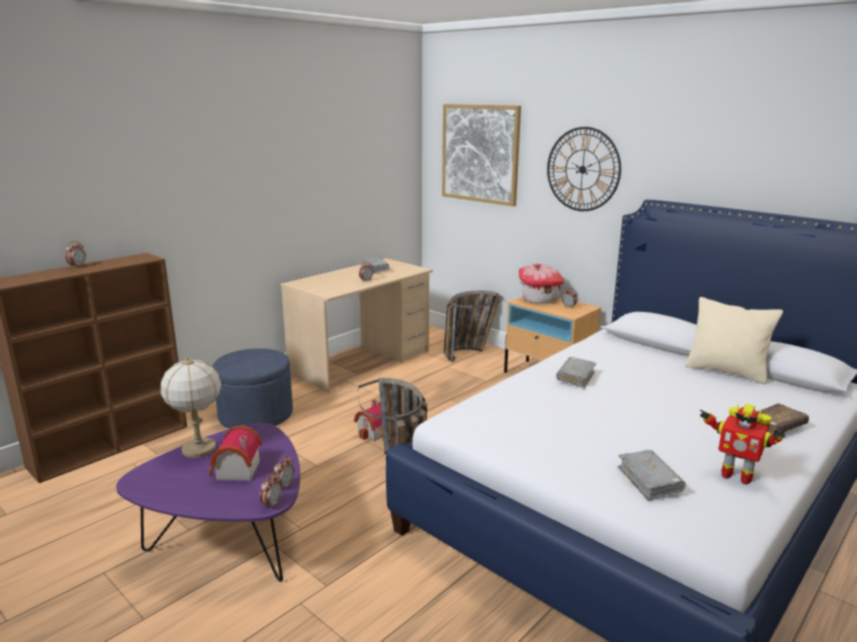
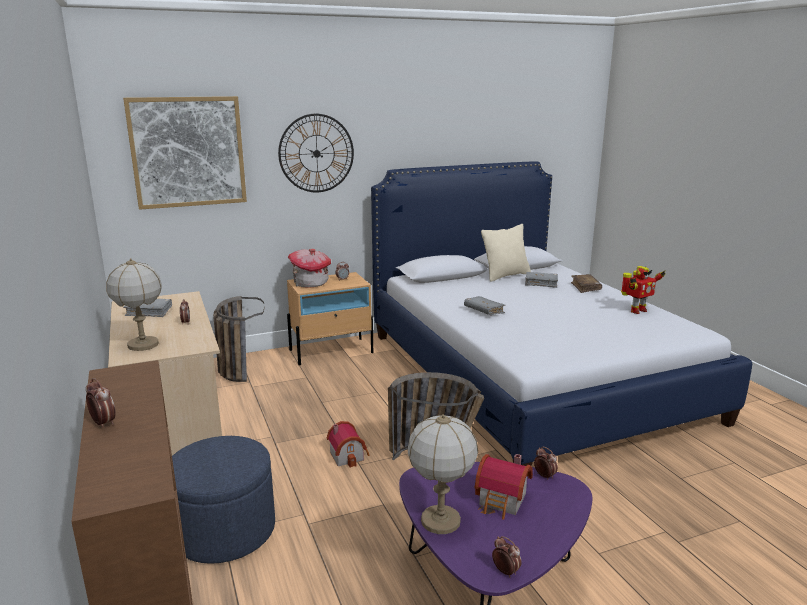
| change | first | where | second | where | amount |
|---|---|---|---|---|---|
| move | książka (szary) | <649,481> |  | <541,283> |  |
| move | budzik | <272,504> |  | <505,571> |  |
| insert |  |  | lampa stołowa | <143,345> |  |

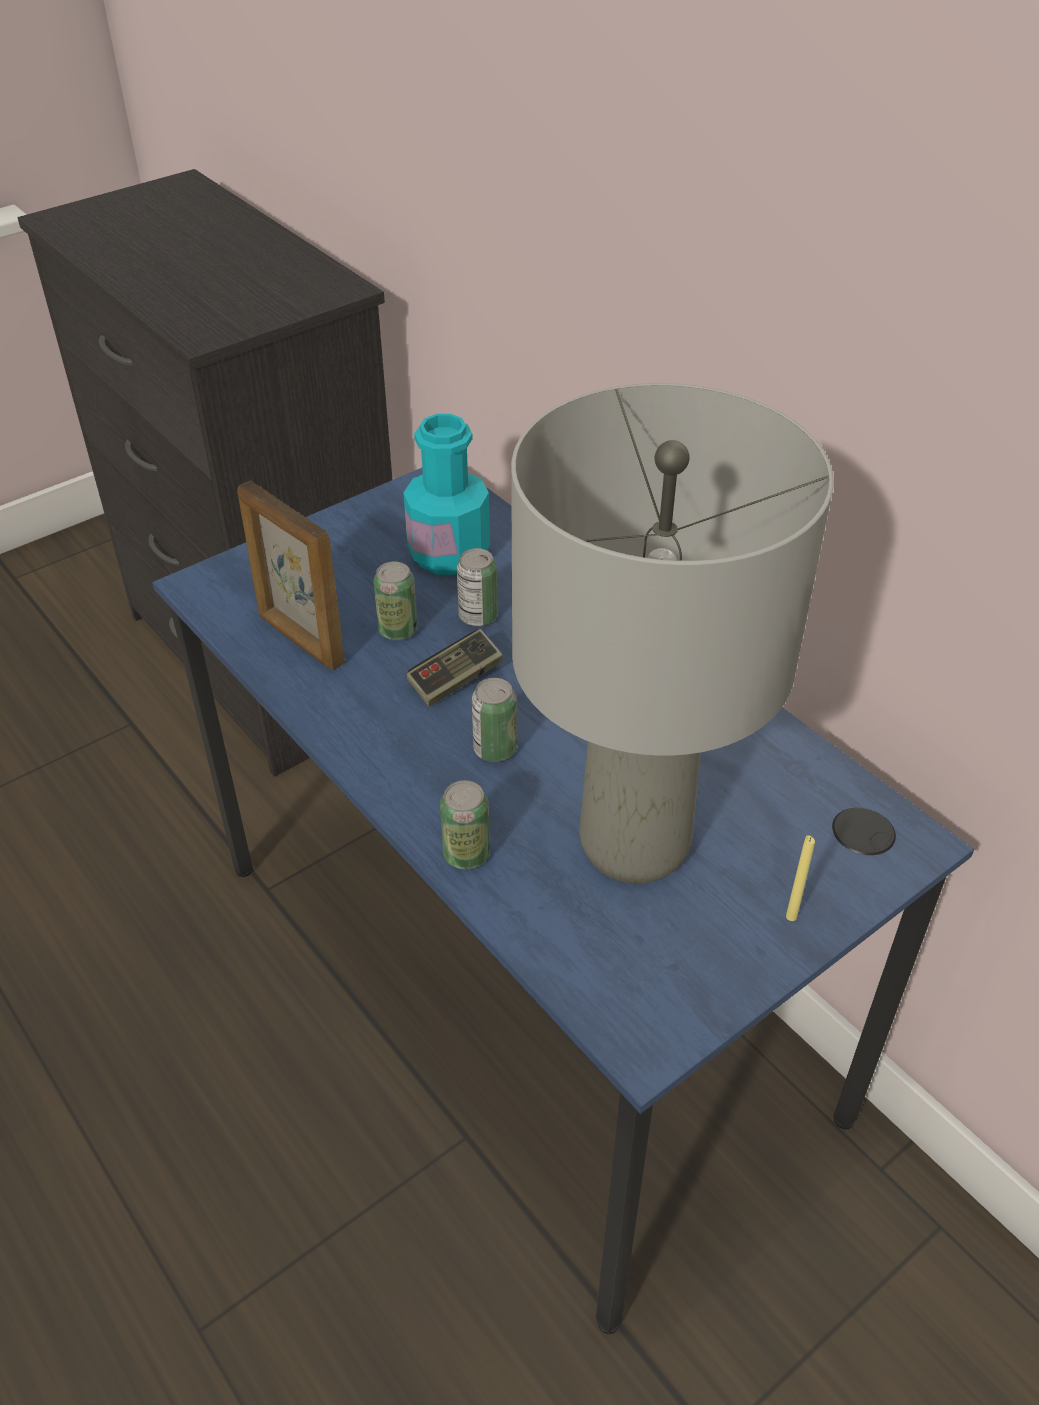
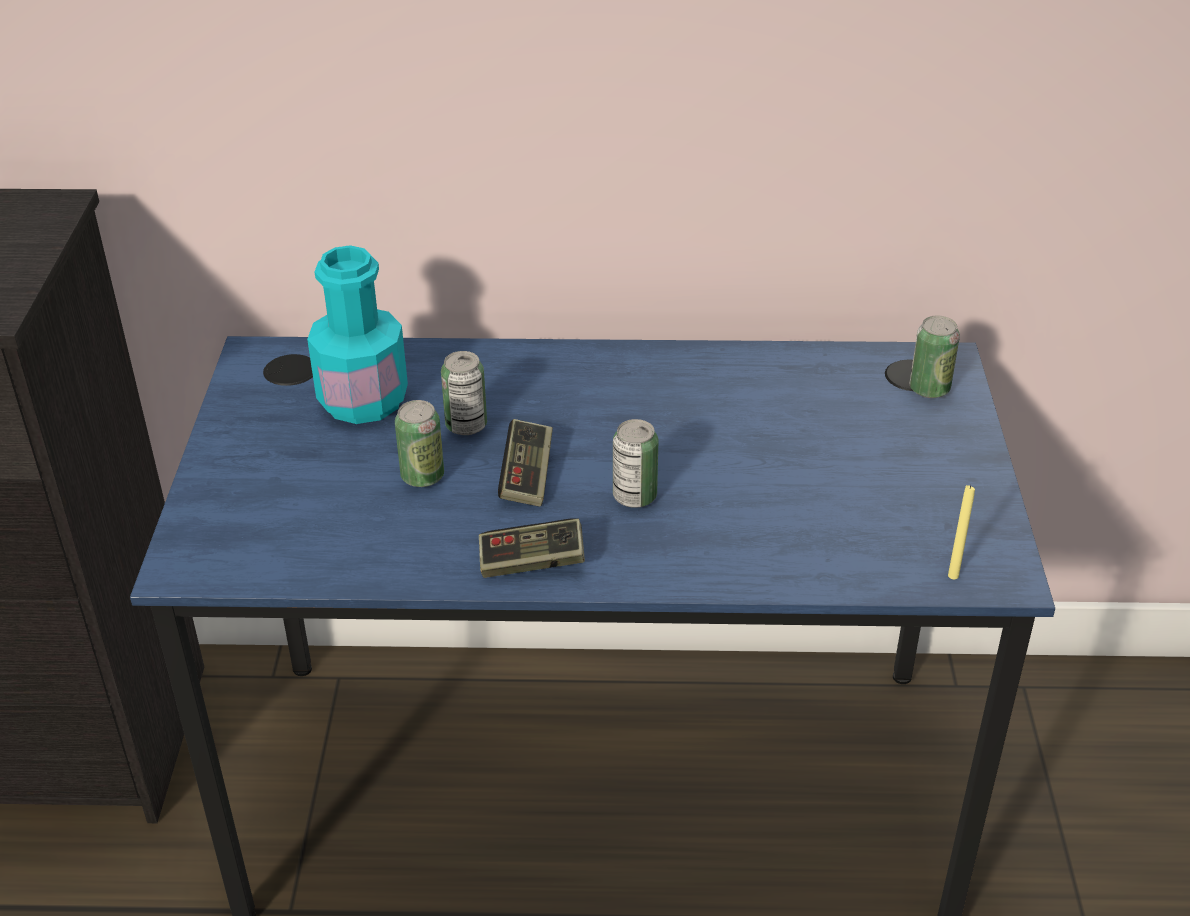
| change | first | where | second | where | amount |
|---|---|---|---|---|---|
| delete | lampa stołowa (szary) | <632,843> |  |  |  |
| delete | ramka na zdjęcie | <300,640> |  |  |  |
| move | puszka | <466,854> |  | <929,389> |  |
| move | świeca (żółty) | <791,916> |  | <953,576> |  |
| insert |  |  | pad do gier | <532,562> |  |

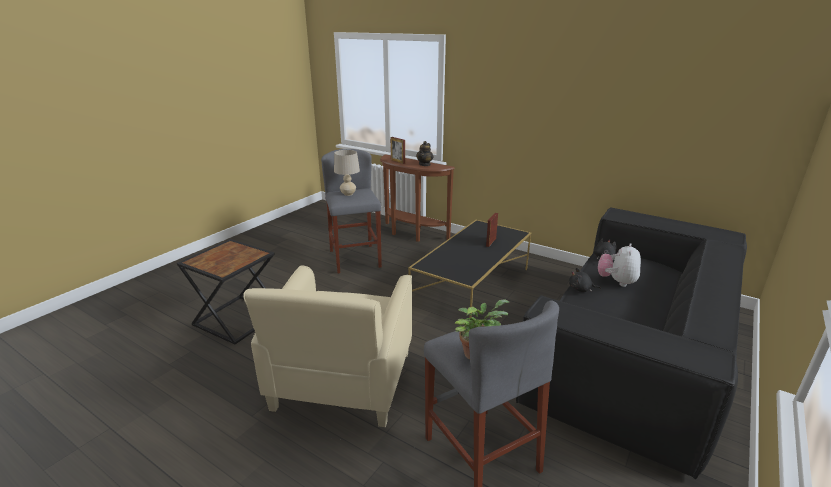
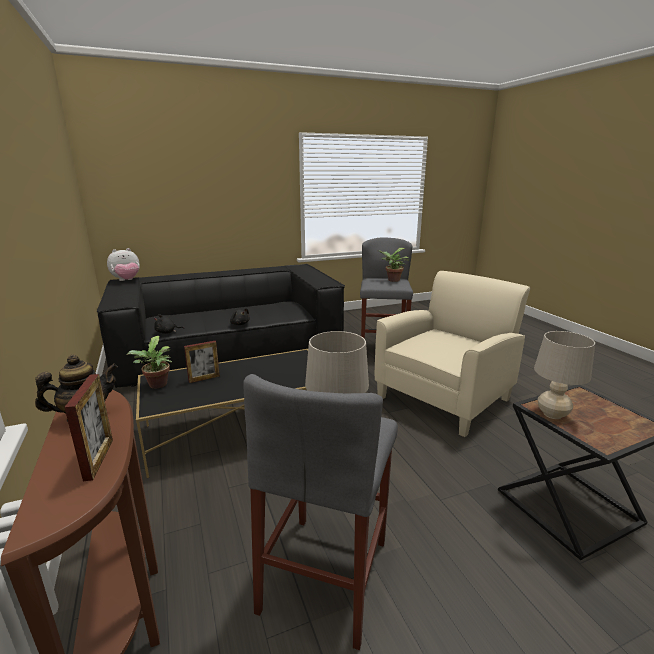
| change | first | where | second | where | amount |
|---|---|---|---|---|---|
| move | pluszak | <616,282> |  | <127,280> |  |
| insert |  |  | lampa stołowa (beżowy) | <552,414> |  |
| insert |  |  | roślina doniczkowa | <157,385> |  |

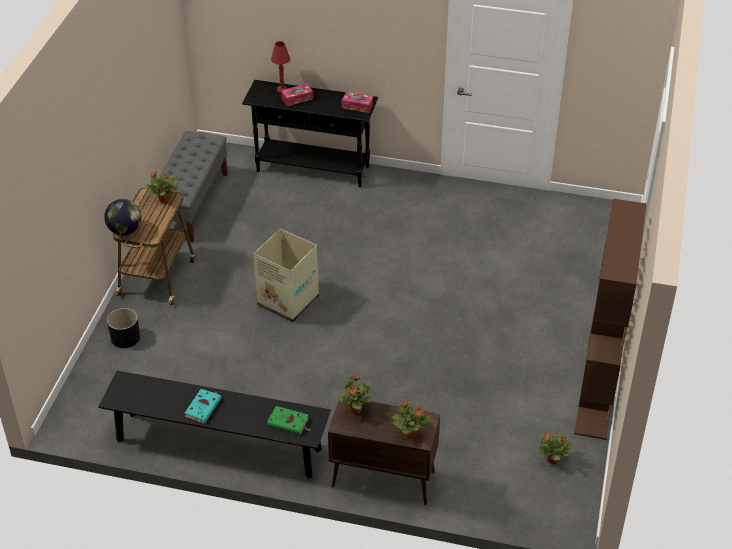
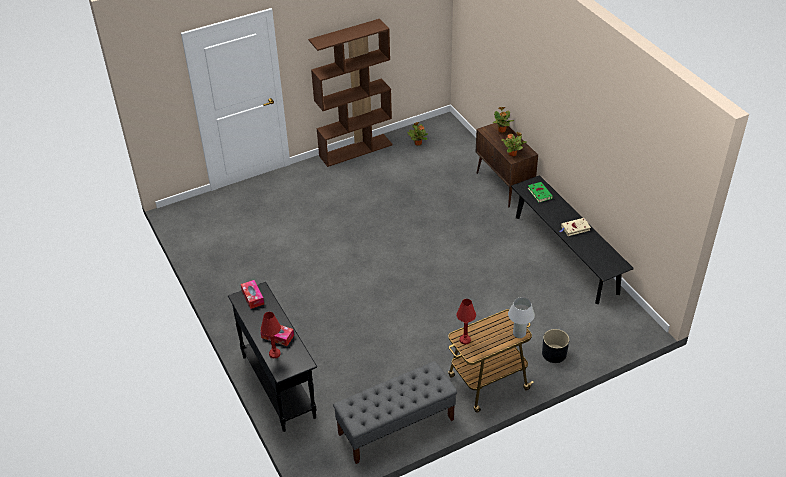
| change | first | where | second | where | amount |
|---|---|---|---|---|---|
| replace | roślina doniczkowa | <164,199> | lampa stołowa (czerwony) | <465,340> |  |
| replace | globus | <125,231> | lampa stołowa (biały) | <519,333> |  |
| delete | karton | <287,301> |  |  |  |
| recolor | książka (turkusowy) | <203,407> | książka (beżowy) | <574,228> |  |

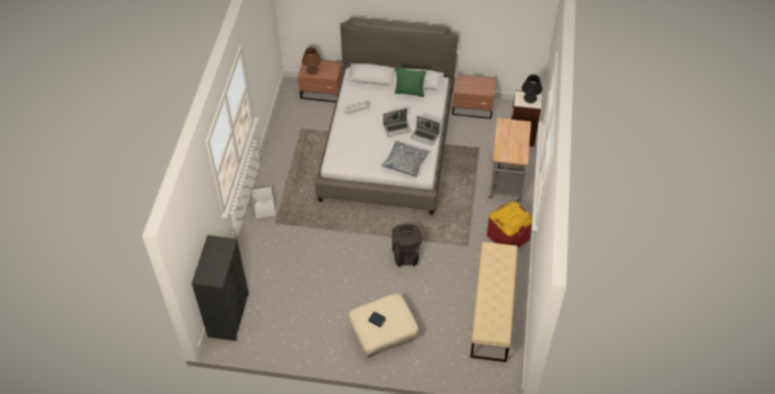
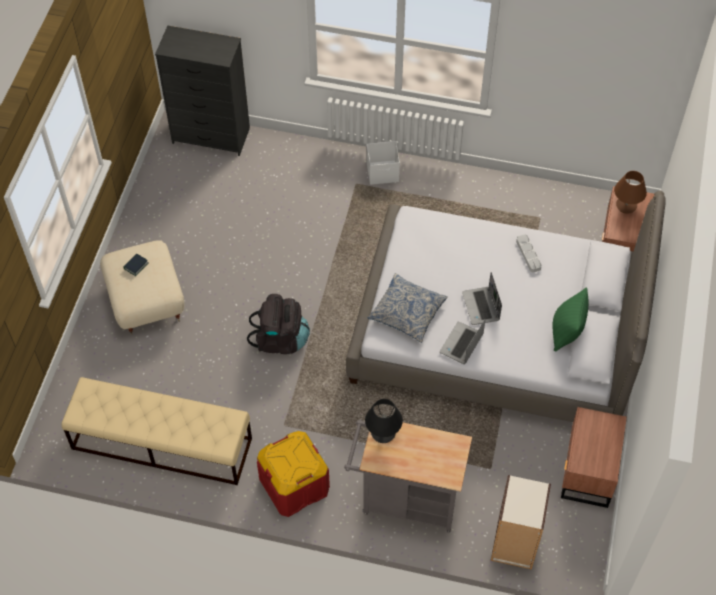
| change | first | where | second | where | amount |
|---|---|---|---|---|---|
| move | lampa stołowa (czarny) | <530,98> |  | <383,433> |  |

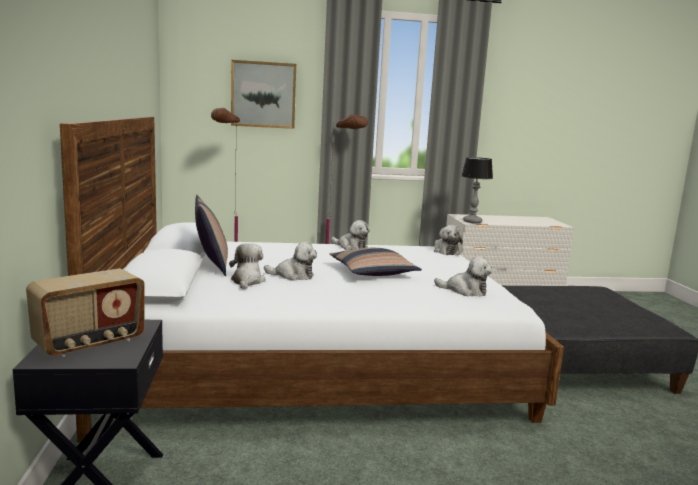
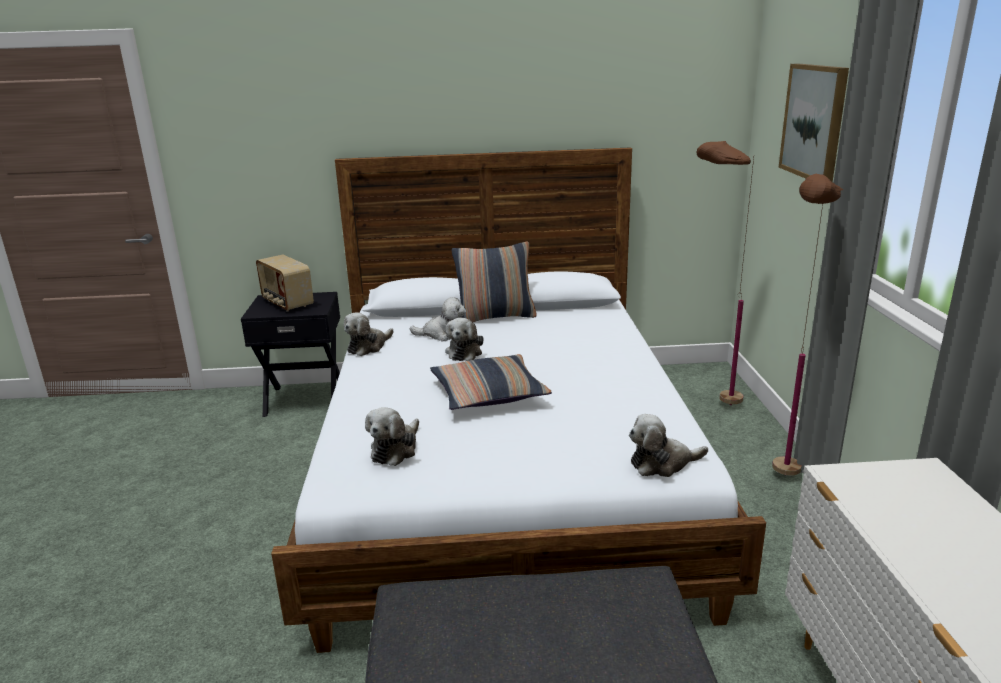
| change | first | where | second | where | amount |
|---|---|---|---|---|---|
| delete | lampa stołowa | <472,222> |  |  |  |
| move | pluszak | <351,247> |  | <368,347> |  |

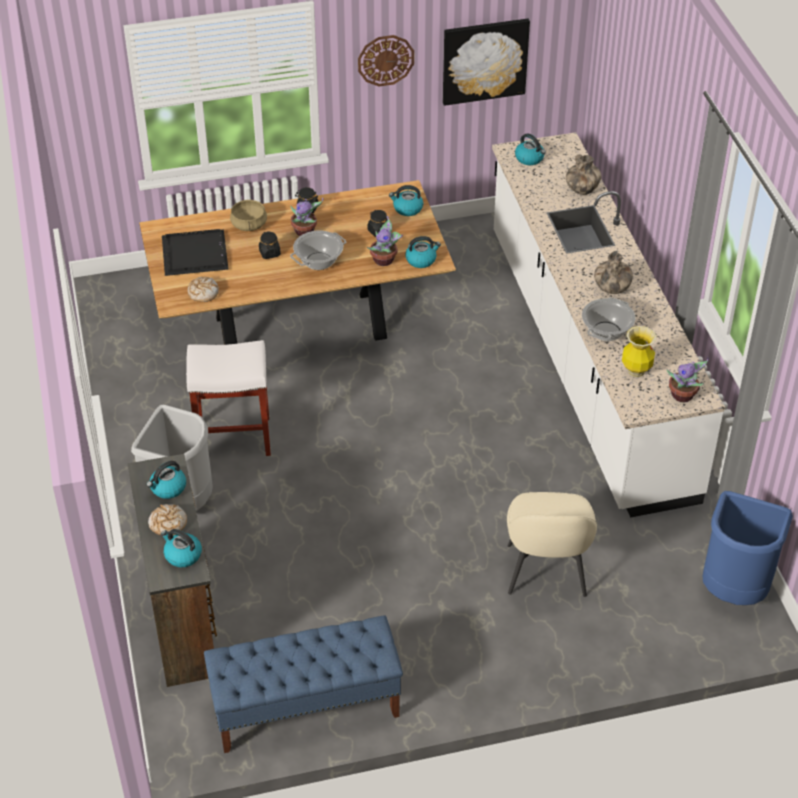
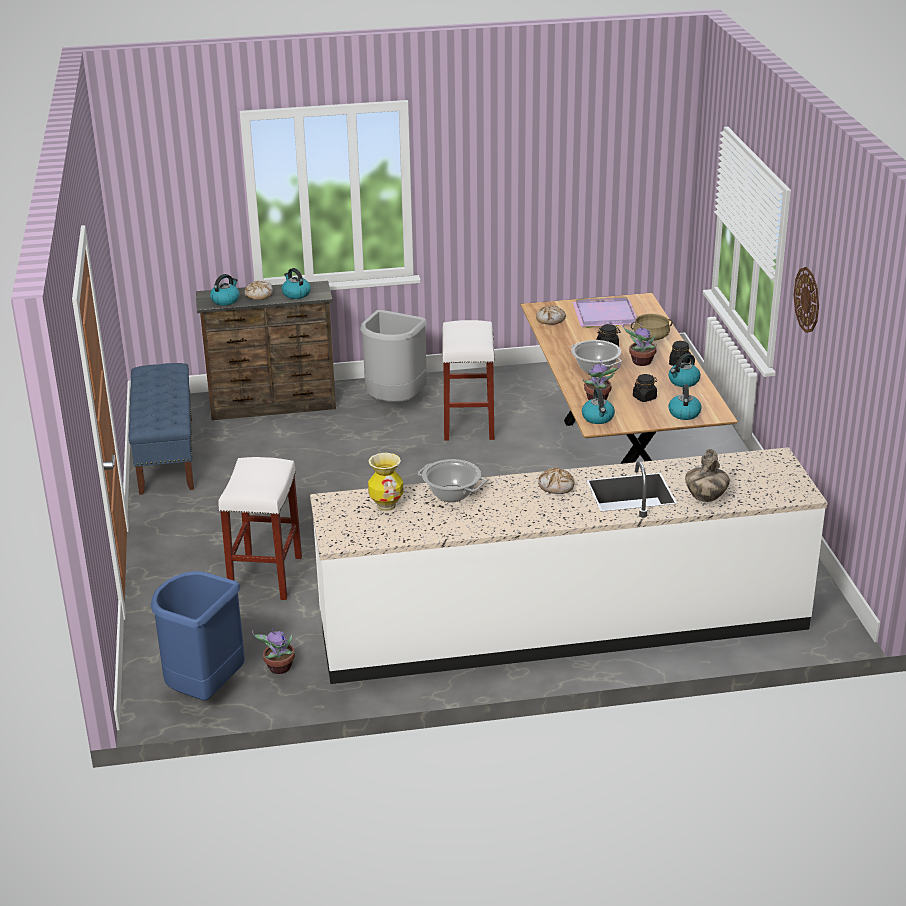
| change | first | where | second | where | amount |
|---|---|---|---|---|---|
| delete | obraz | <484,60> |  |  |  |
| move | czajnik | <530,158> |  | <683,382> |  |
| recolor | taca (czarny) | <196,255> | taca (fioletowy) | <604,316> |  |
| delete | wazon | <612,289> |  |  |  |
| move | roślina doniczkowa | <683,396> |  | <278,668> |  |
| replace | krzesło (beżowy) | <546,572> | stołek (biały) | <265,575> |  |
| insert |  |  | chleb | <556,486> |  |

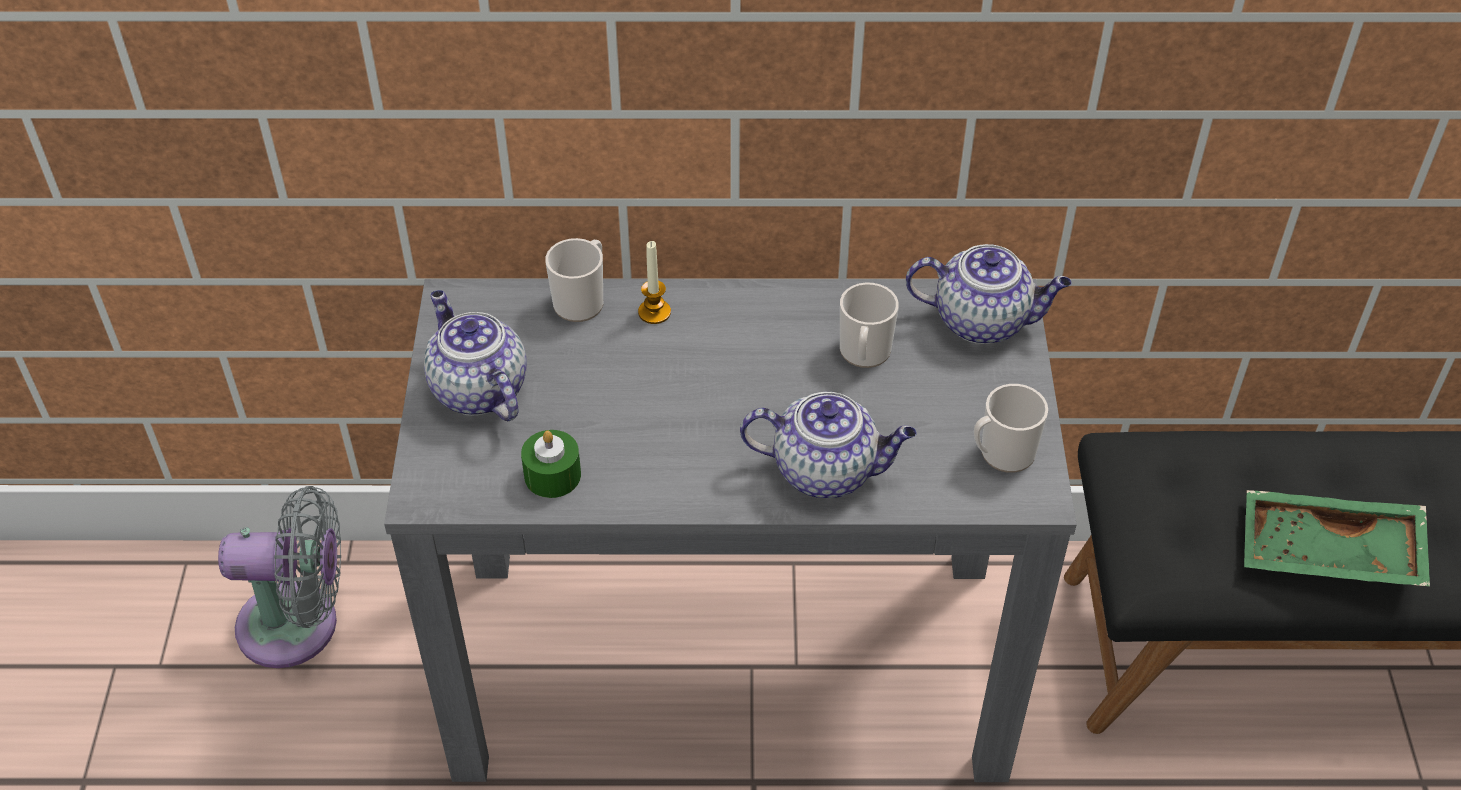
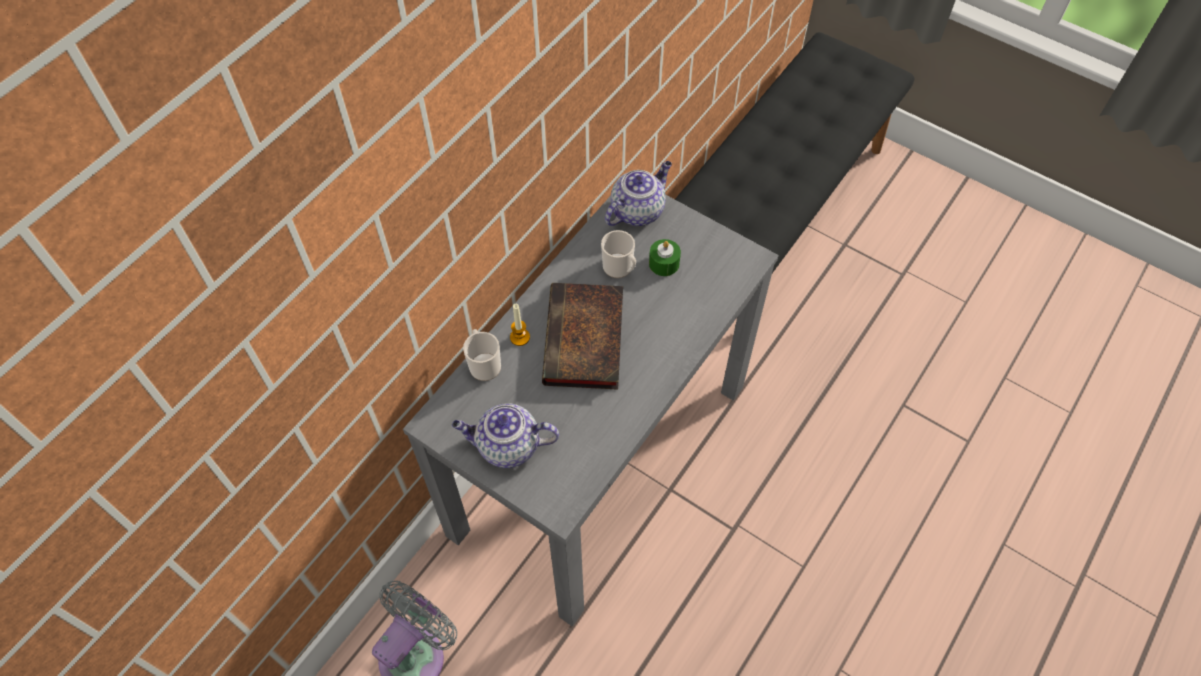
| change | first | where | second | where | amount |
|---|---|---|---|---|---|
| delete | kubek | <1002,454> |  |  |  |
| delete | imbryk | <827,470> |  |  |  |
| move | świeca (zielony) | <552,475> |  | <664,263> |  |
| delete | taca (zielony) | <1328,555> |  |  |  |
| insert |  |  | książka | <585,342> |  |

